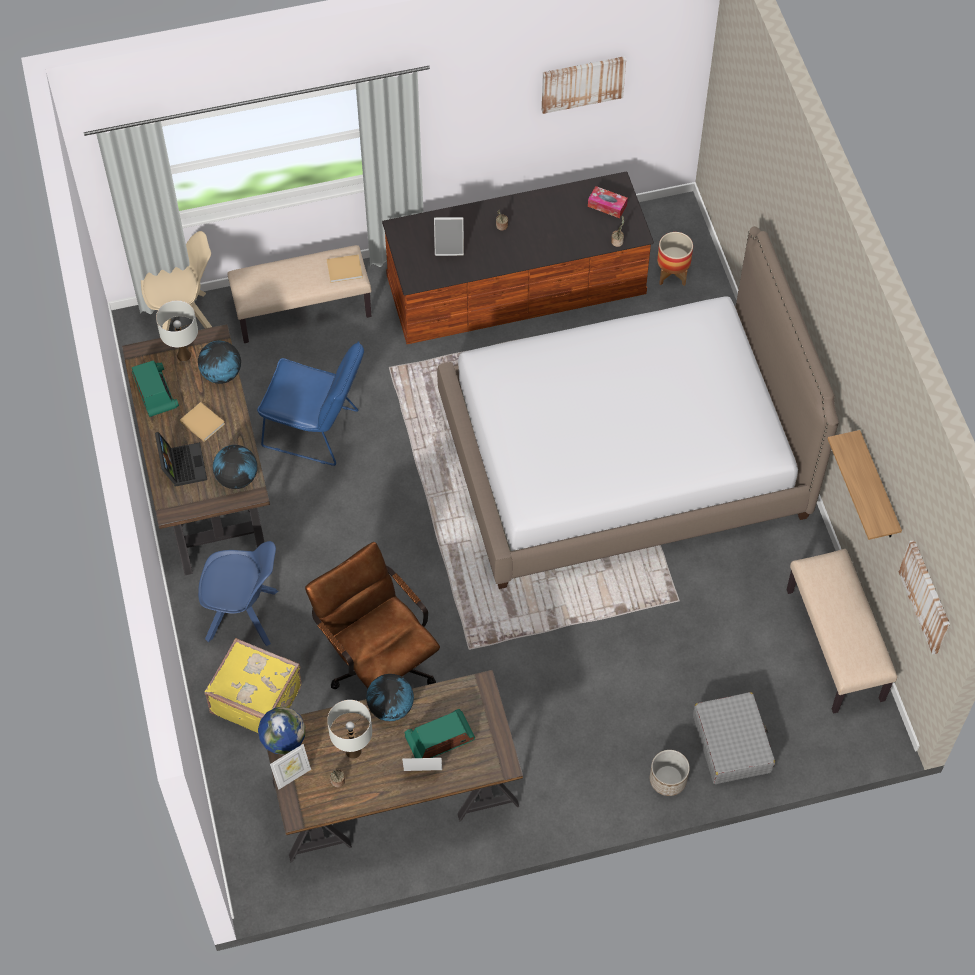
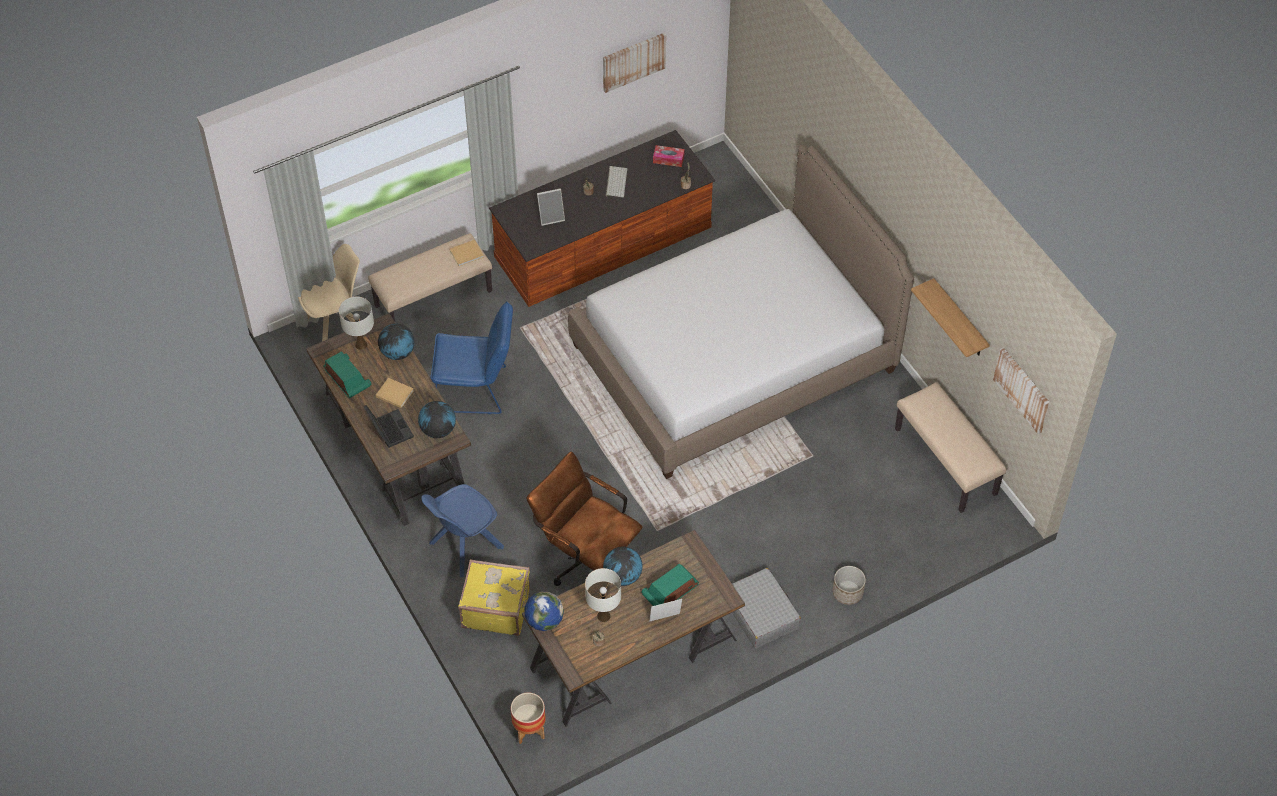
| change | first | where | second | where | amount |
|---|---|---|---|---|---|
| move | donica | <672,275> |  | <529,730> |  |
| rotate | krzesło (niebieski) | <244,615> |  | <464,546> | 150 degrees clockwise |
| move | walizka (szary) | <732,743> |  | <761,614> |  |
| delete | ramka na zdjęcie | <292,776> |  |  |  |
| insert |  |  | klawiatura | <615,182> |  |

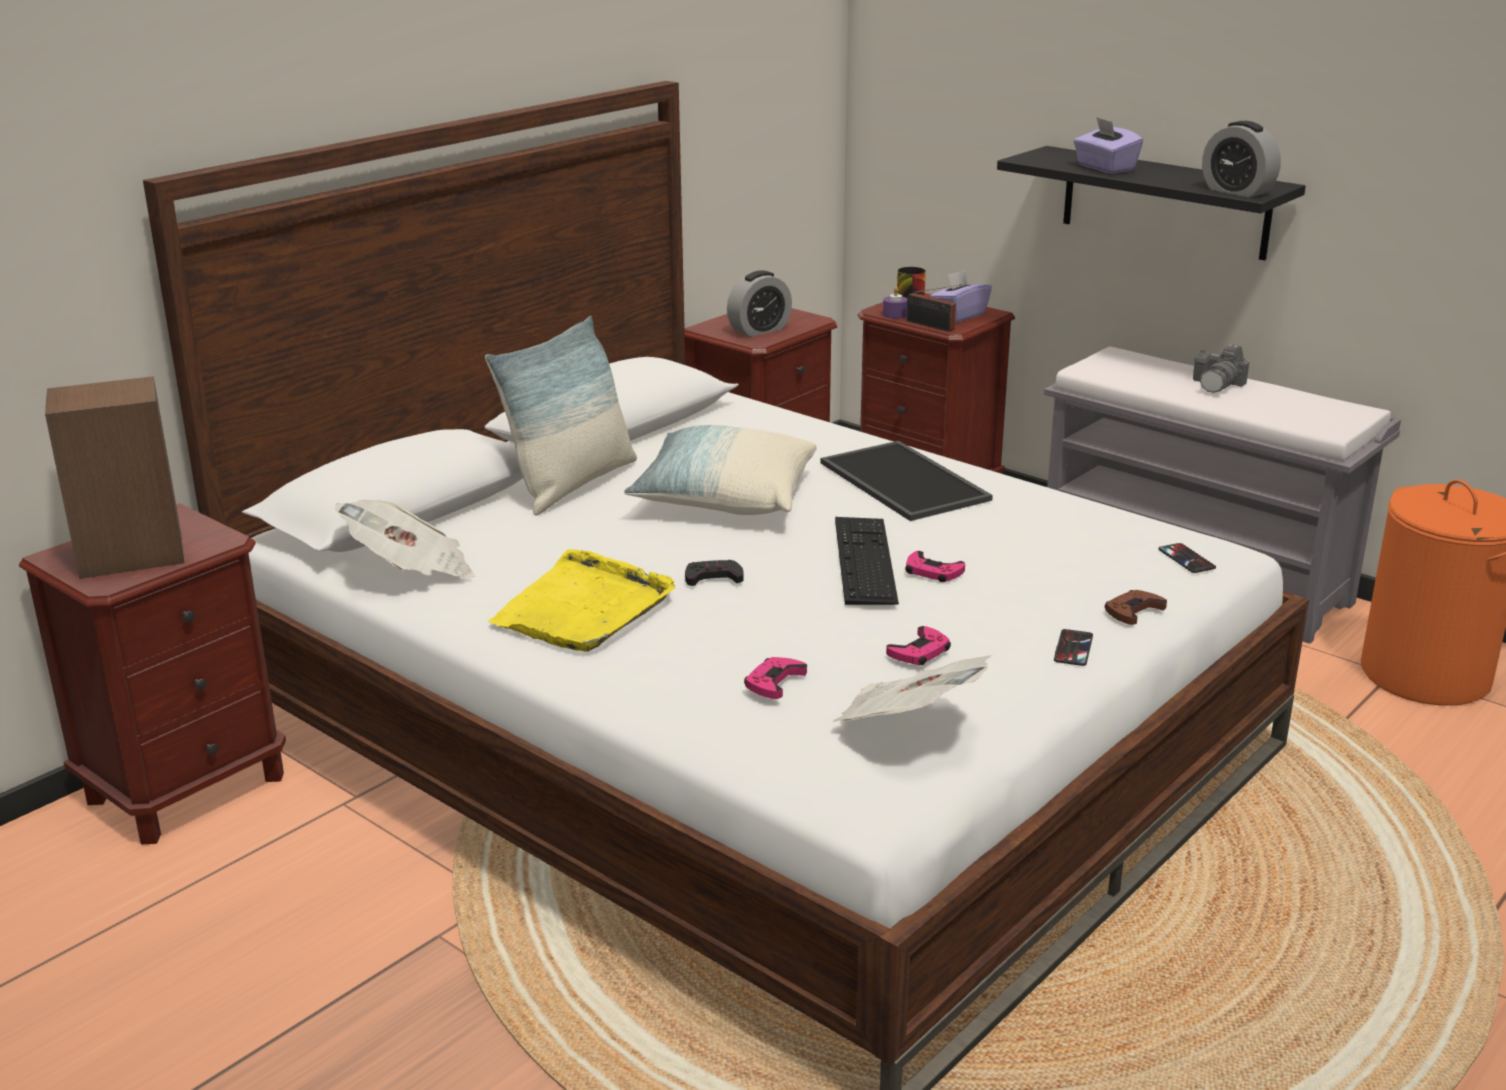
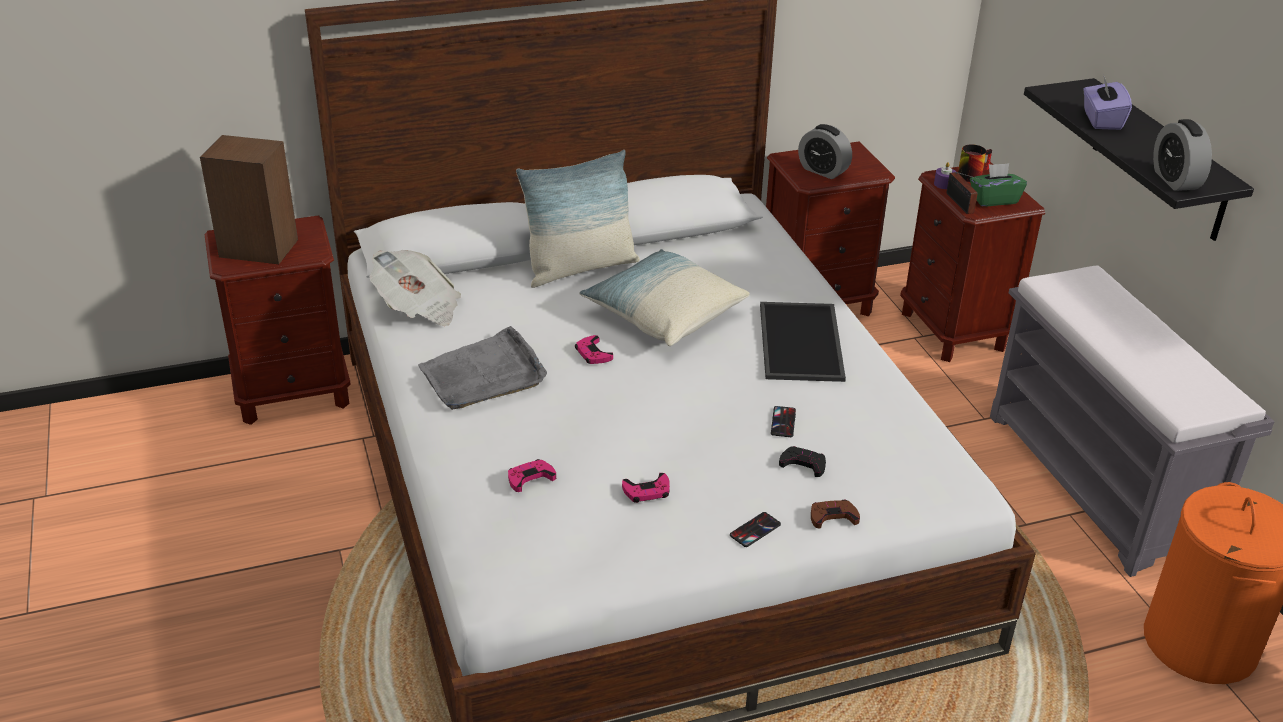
| change | first | where | second | where | amount |
|---|---|---|---|---|---|
| rotate | budzik | <759,330> |  | <823,171> | 45 degrees clockwise |
| recolor | pudełko chusteczek (fioletowy) | <958,316> | pudełko chusteczek (zielony) | <994,200> |  |
| delete | aparat fotograficzny | <1218,384> |  |  |  |
| delete | klawiatura | <865,560> |  |  |  |
| move | telefon | <1186,559> |  | <783,422> |  |
| recolor | taca (żółty) | <584,608> | taca (szary) | <483,375> |  |
| move | pad do gier (różowy) | <933,572> |  | <593,354> |  |
| move | pad do gier (czarny) | <713,577> |  | <803,464> |  |
| delete | gazeta | <909,724> |  |  |  |

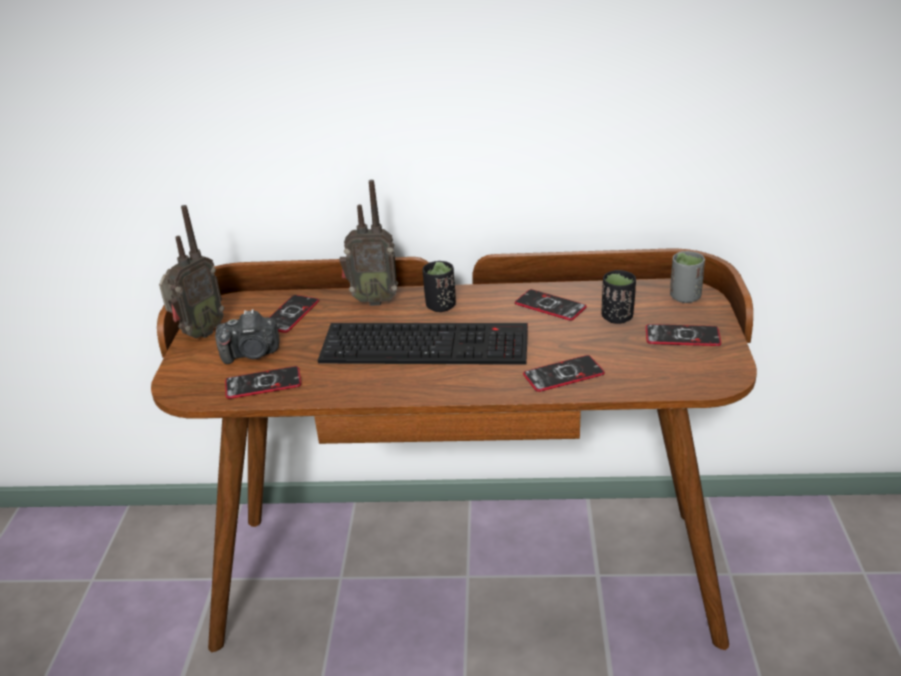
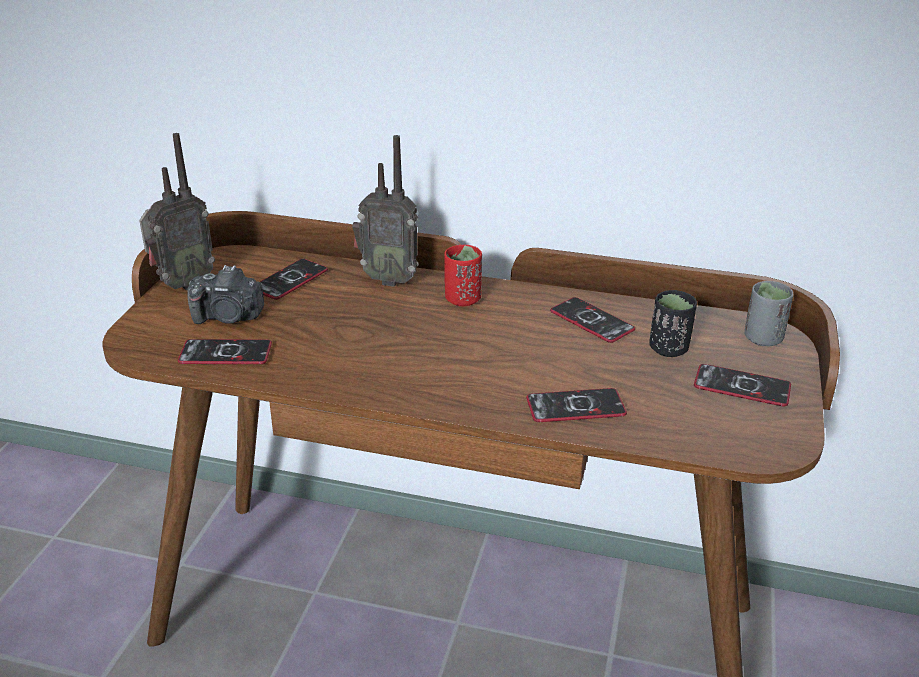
| change | first | where | second | where | amount |
|---|---|---|---|---|---|
| recolor | filiżanka (czarny) | <440,306> | filiżanka (czerwony) | <462,299> |  |
| delete | klawiatura | <427,343> |  |  |  |

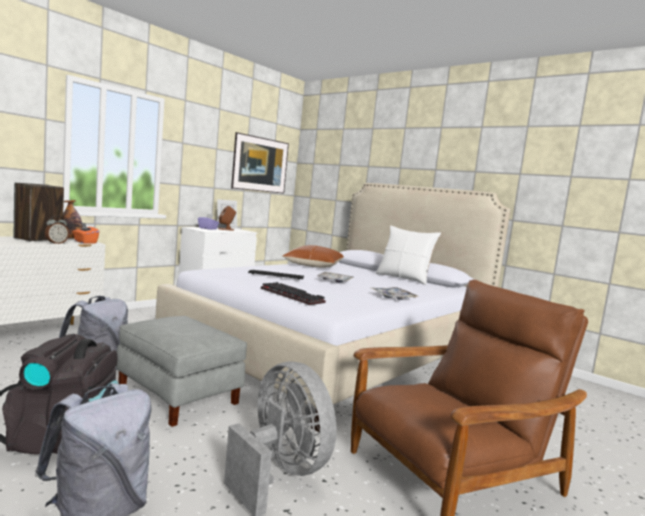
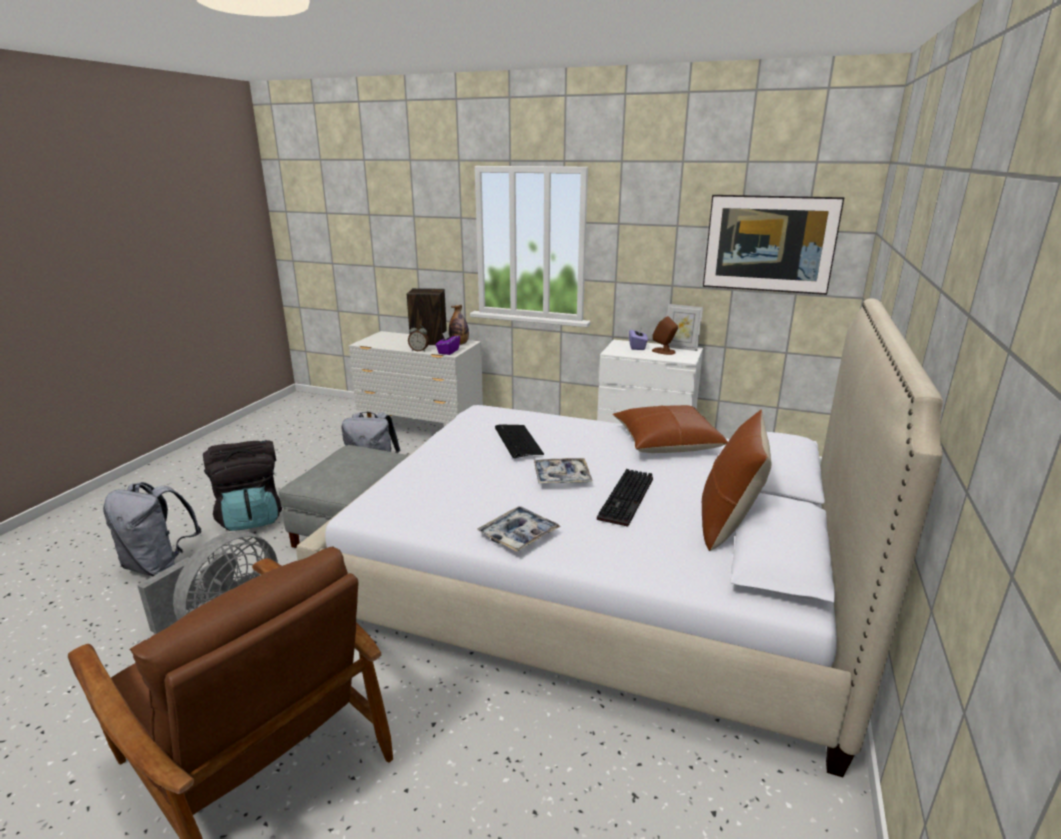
| change | first | where | second | where | amount |
|---|---|---|---|---|---|
| recolor | pudełko chusteczek (pomarańczowy) | <85,242> | pudełko chusteczek (fioletowy) | <448,351> |  |
| recolor | poduszka (biały) | <403,278> | poduszka (brązowy) | <728,523> |  |
| move | klawiatura | <293,295> |  | <627,500> |  |

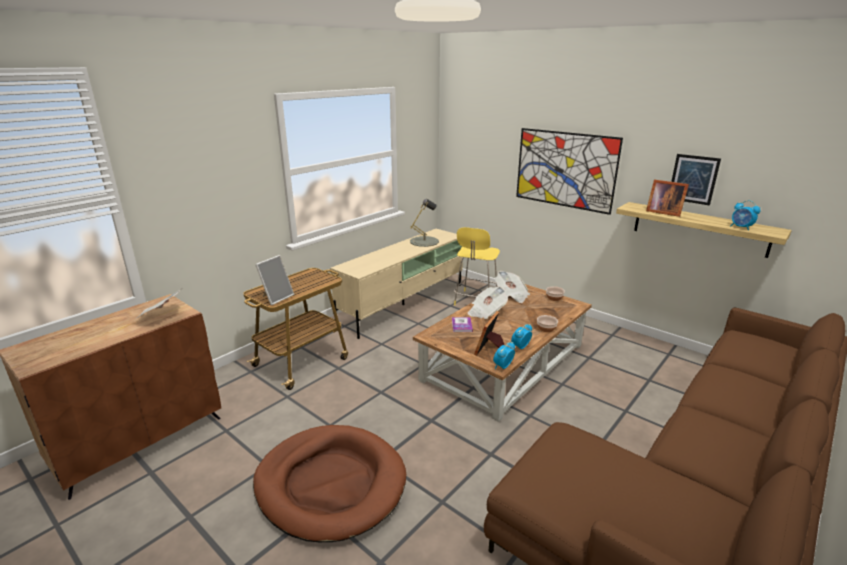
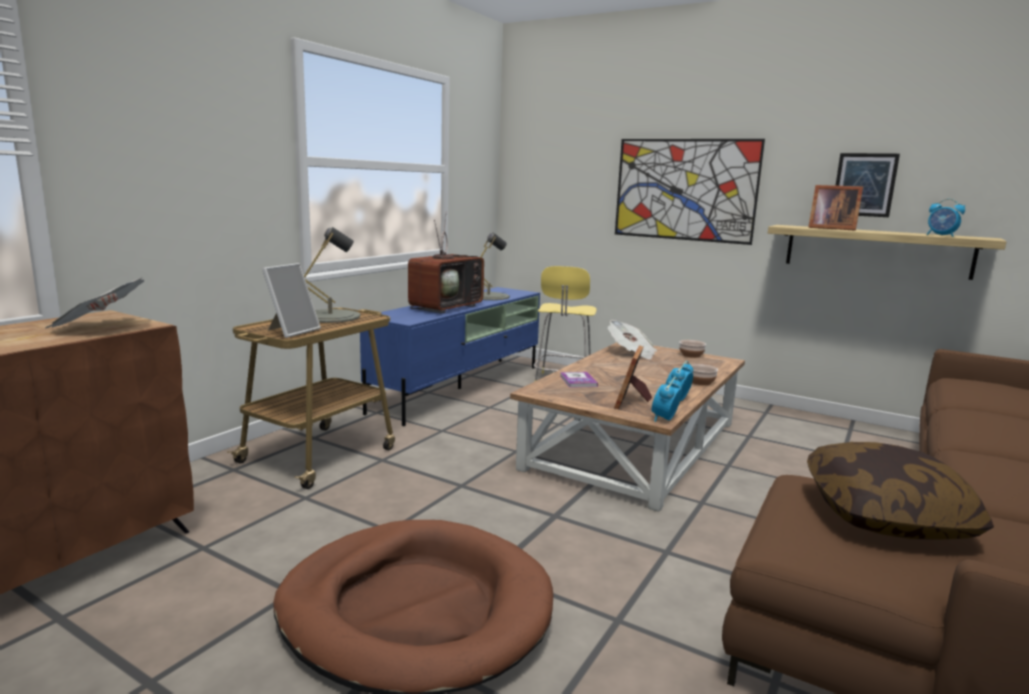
| change | first | where | second | where | amount |
|---|---|---|---|---|---|
| recolor | szafka pod telewizor (beżowy) | <404,304> | szafka pod telewizor (niebieski) | <460,388> |  |
| delete | gazeta | <486,312> |  |  |  |
| insert |  |  | telewizor | <446,307> |  |
| insert |  |  | lampa stołowa (szary) | <330,316> |  |
| insert |  |  | poduszka | <886,515> |  |

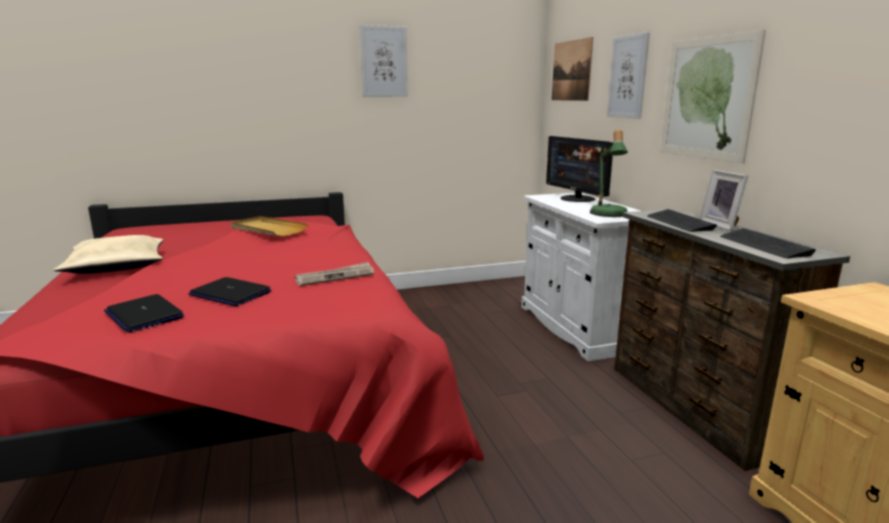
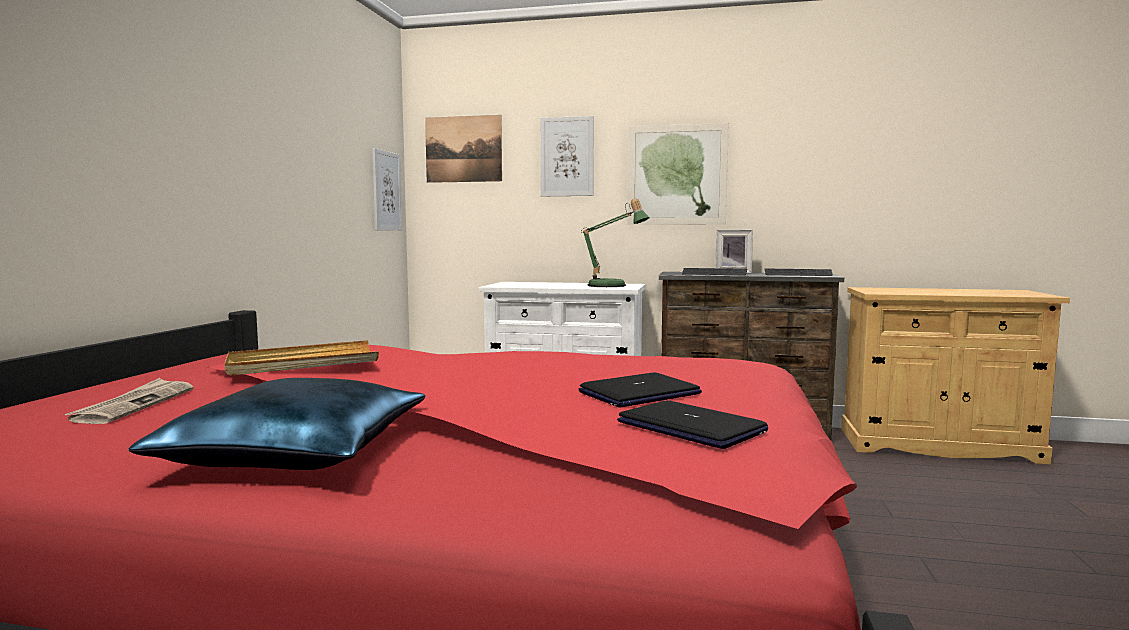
| change | first | where | second | where | amount |
|---|---|---|---|---|---|
| move | obraz | <384,62> |  | <386,191> |  |
| delete | monitor | <577,199> |  |  |  |
| recolor | poduszka (beżowy) | <118,266> | poduszka (niebieski) | <298,451> |  |
| move | gazeta | <335,276> |  | <134,405> |  |
| rotate | laptop | <144,315> |  | <692,427> | 120 degrees counterclockwise |

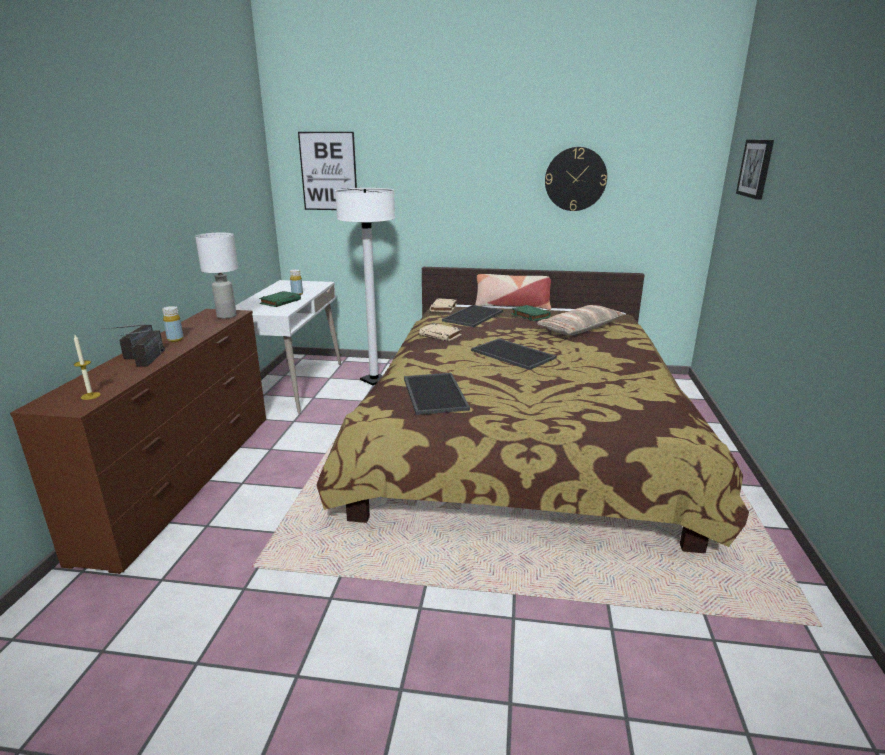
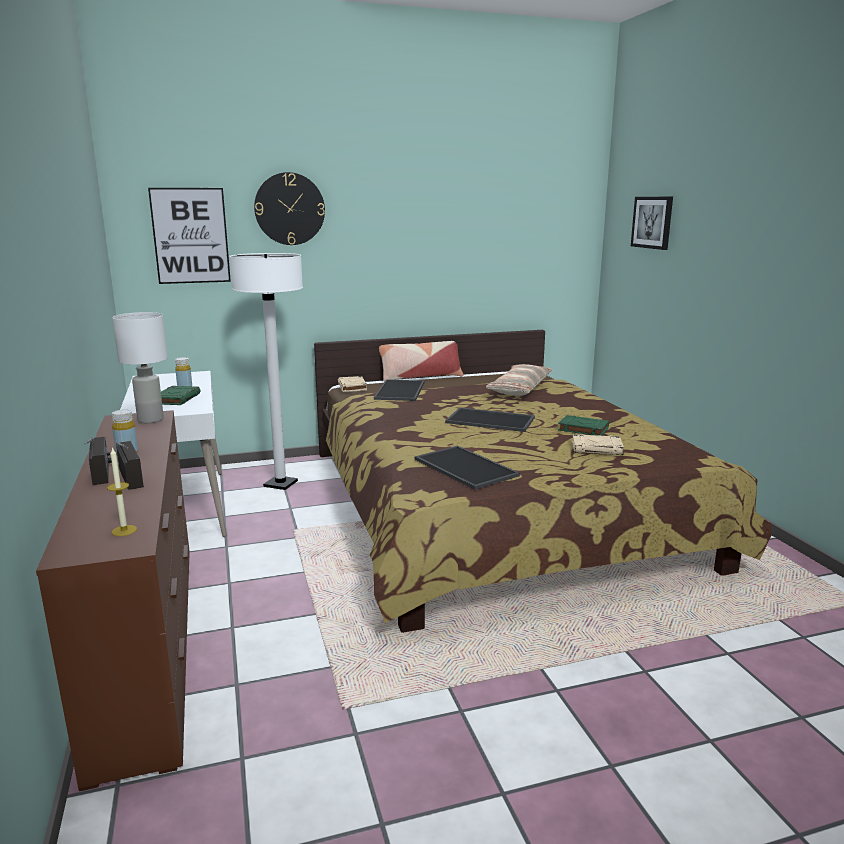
| change | first | where | second | where | amount |
|---|---|---|---|---|---|
| move | zegar ścienny | <575,179> |  | <289,209> |  |
| move | książka (zielony) | <530,315> |  | <582,429> |  |
| move | książka (beżowy) | <440,335> |  | <597,449> |  |

